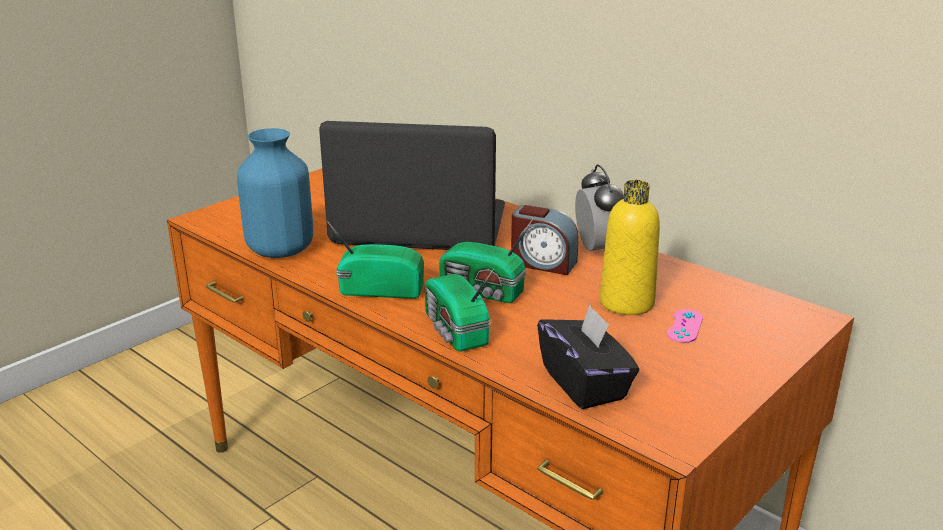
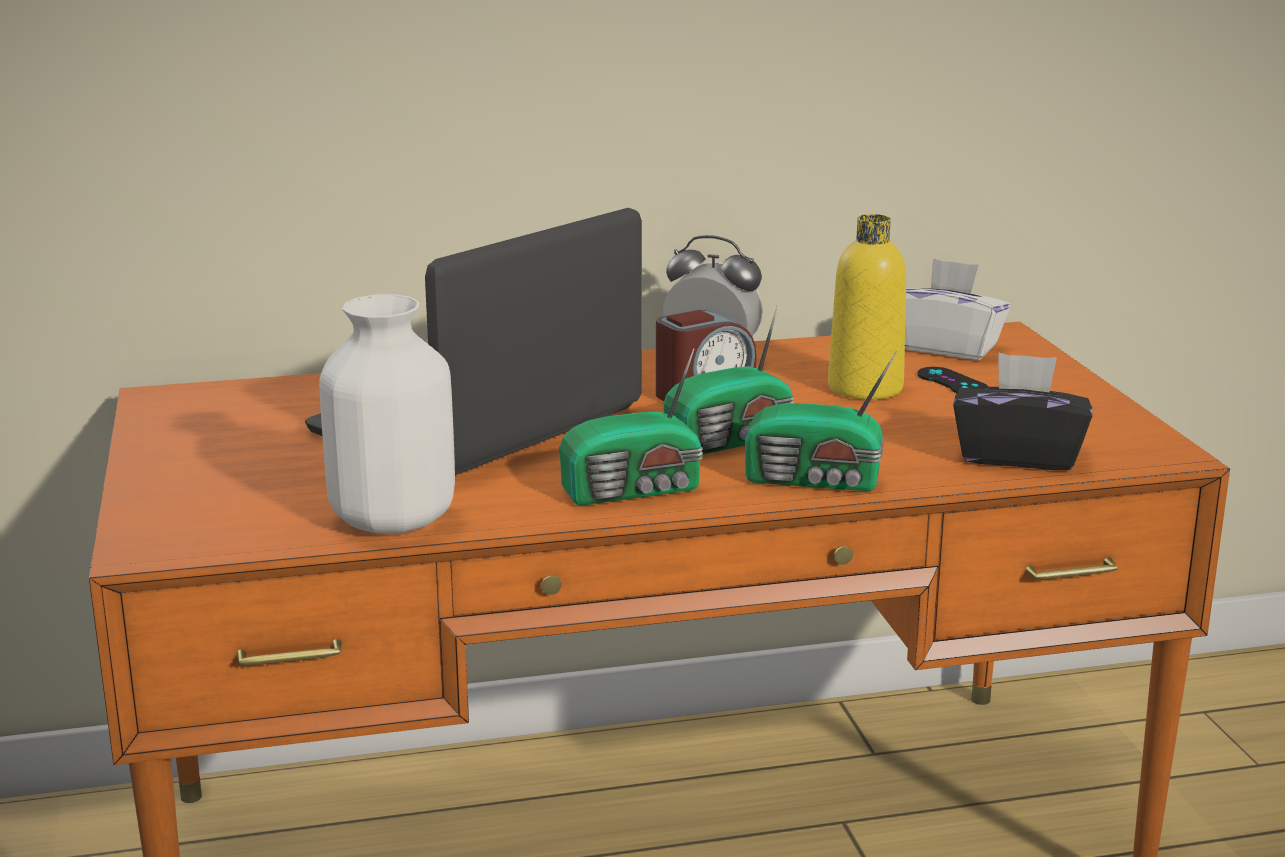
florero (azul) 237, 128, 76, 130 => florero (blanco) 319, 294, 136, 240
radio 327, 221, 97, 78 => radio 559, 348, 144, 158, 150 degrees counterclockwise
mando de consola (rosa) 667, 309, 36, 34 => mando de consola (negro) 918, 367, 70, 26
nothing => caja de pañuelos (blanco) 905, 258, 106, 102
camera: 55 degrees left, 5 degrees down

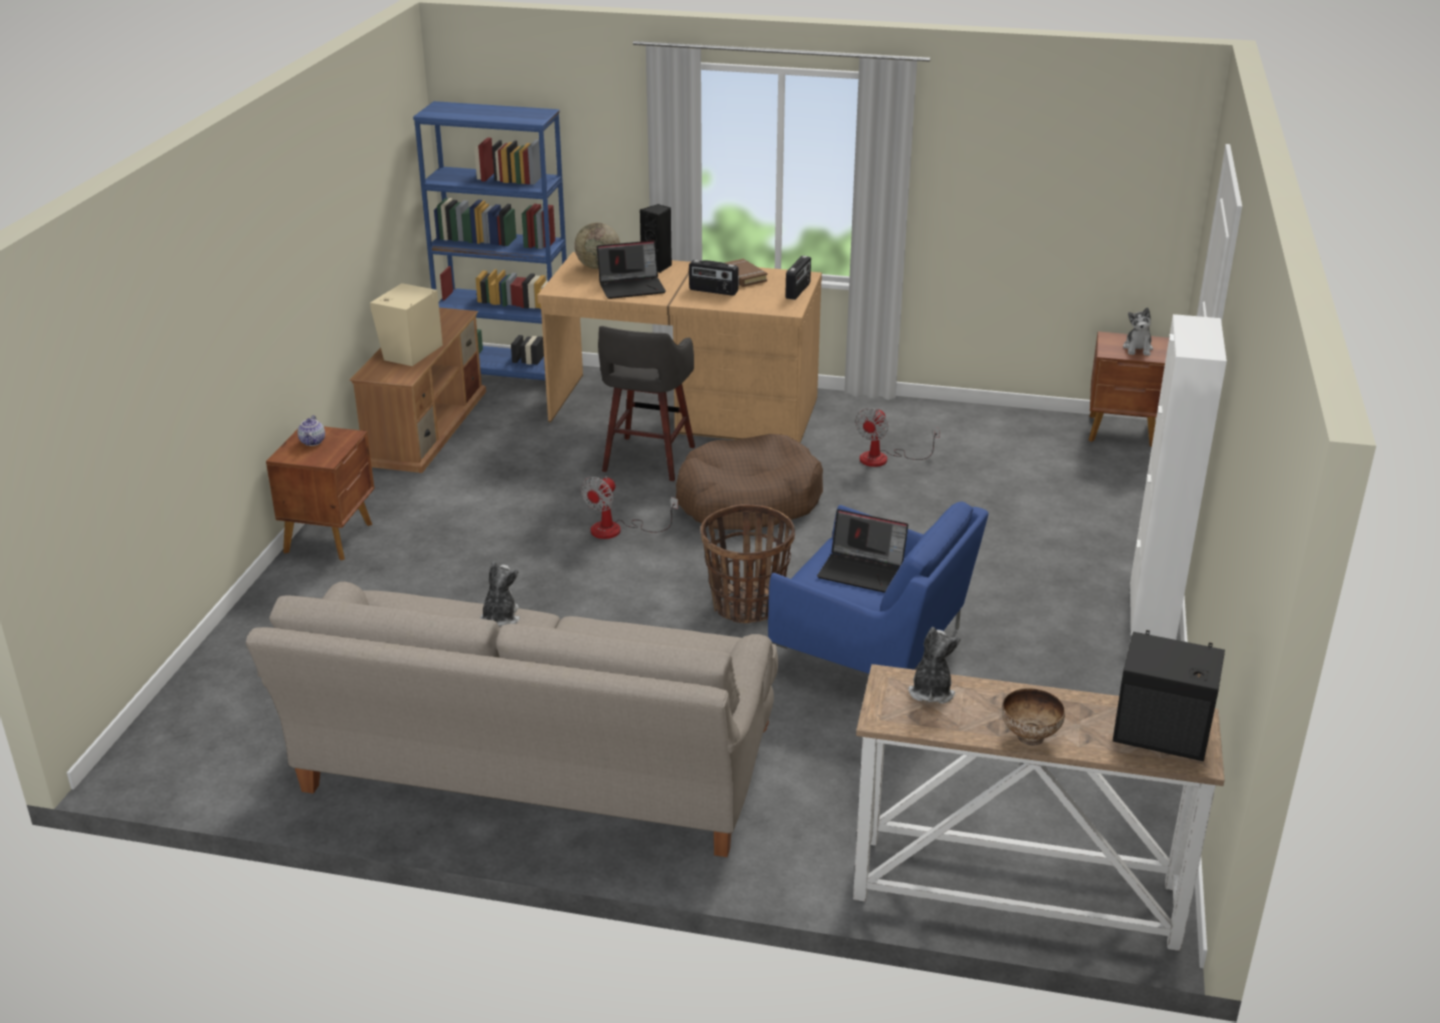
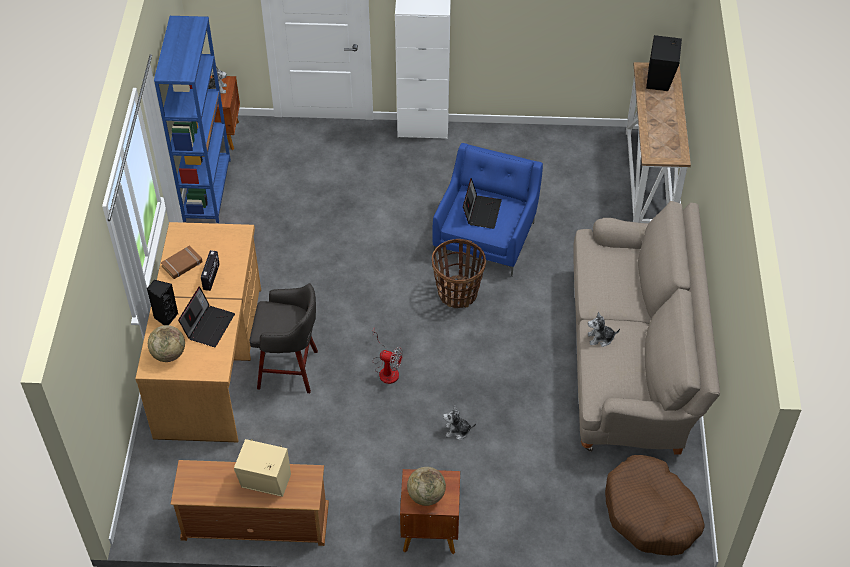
estantería (azul) 413, 101, 154, 280 => estantería (azul) 154, 16, 77, 207, relocated
portátil 597, 240, 69, 59 => portátil 178, 286, 57, 61, 45 degrees clockwise
radio 785, 256, 26, 44 => nothing
ventilador 855, 408, 85, 59 => nothing
tetera 298, 415, 27, 31 => globo terráqueo 407, 467, 39, 39
cama para perro (marrón) 676, 434, 147, 97 => cama para perro (marrón) 605, 455, 99, 101, relocated
peluche 908, 627, 53, 77 => peluche 443, 405, 33, 35, relocated
cuenco 1002, 688, 63, 58 => nothing
camera: 100 degrees left, 20 degrees up

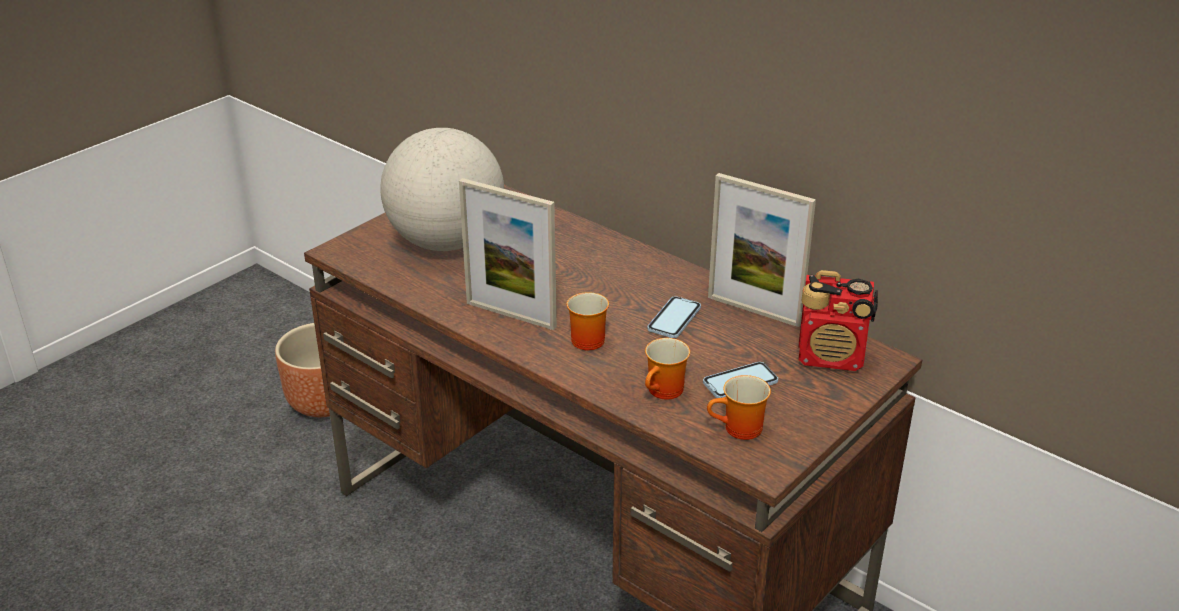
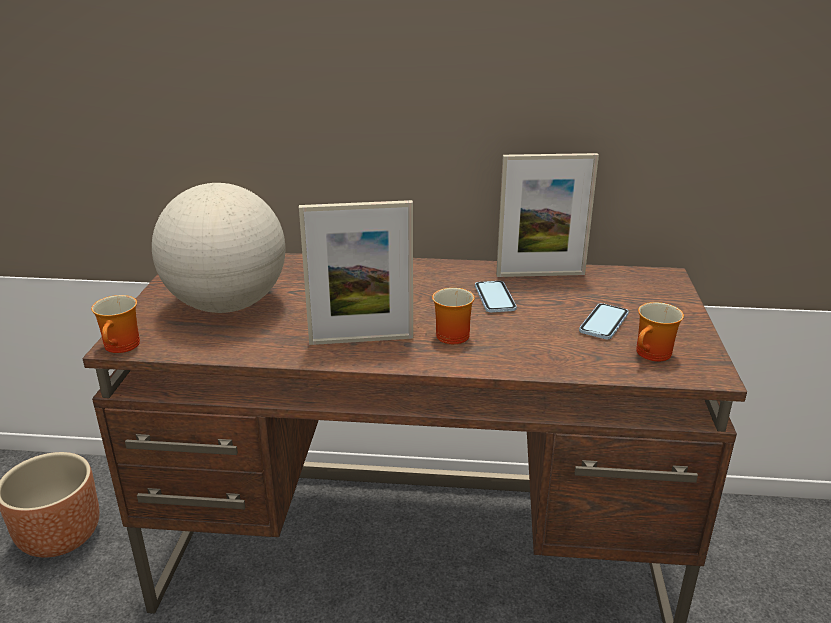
radio 798, 270, 80, 101 => nothing
taza grande 645, 338, 45, 62 => taza grande 91, 295, 49, 58, relocated
camera: 35 degrees left, 5 degrees down

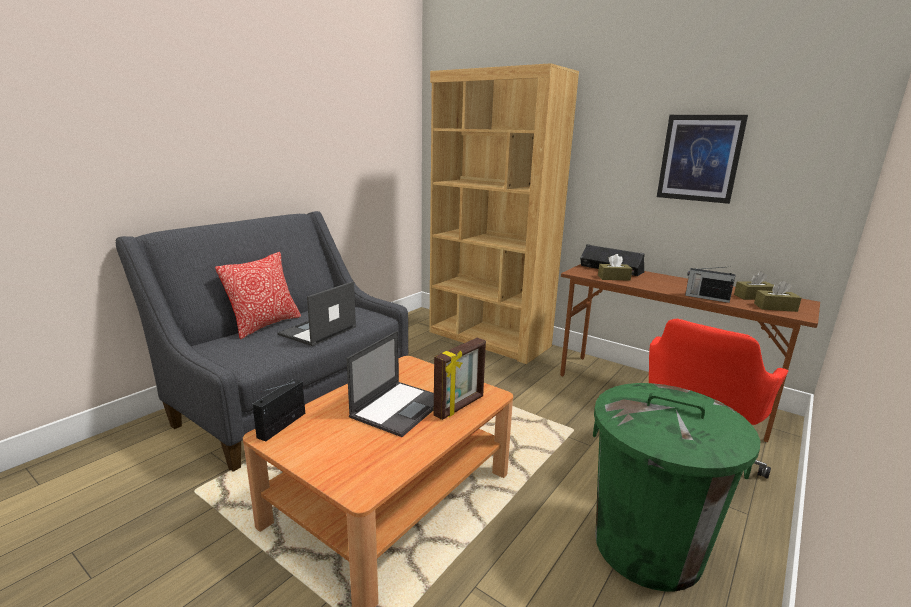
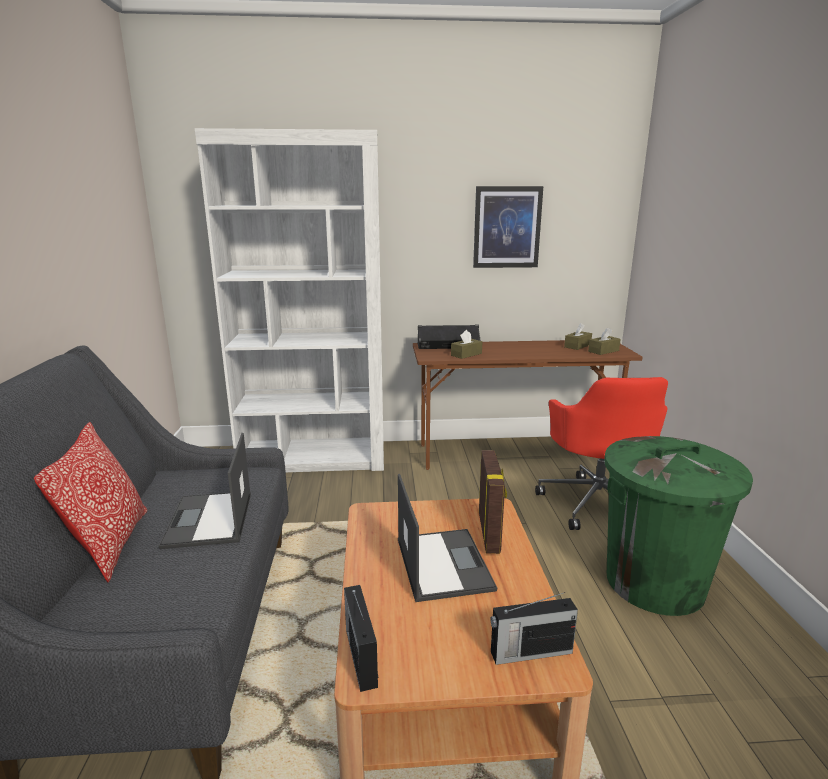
estantería (marrón) 429, 63, 150, 301 => estantería (blanco) 195, 128, 189, 344
radio 685, 267, 51, 36 => radio 490, 592, 88, 73, relocated
camera: 40 degrees left, 0 degrees up

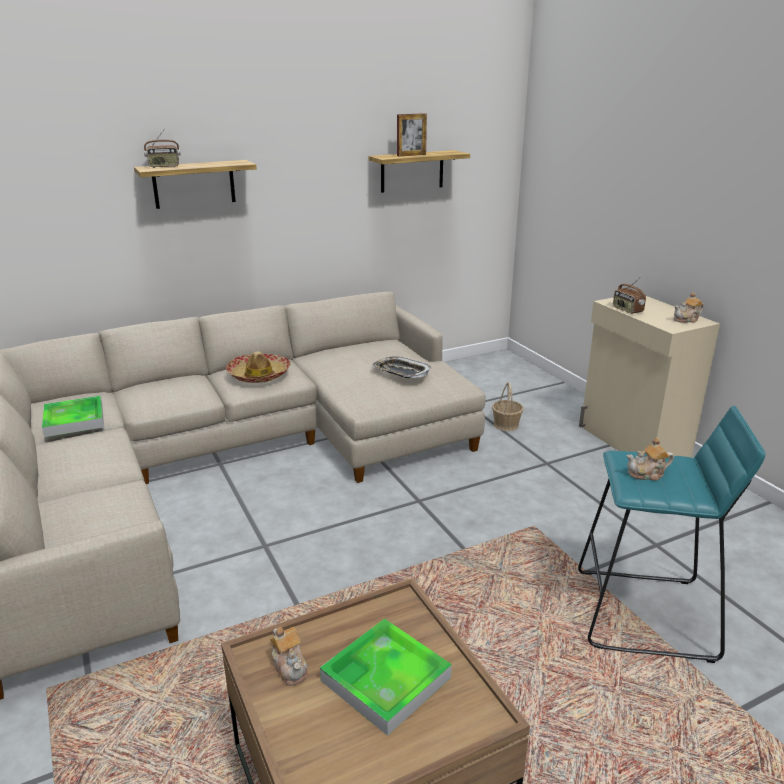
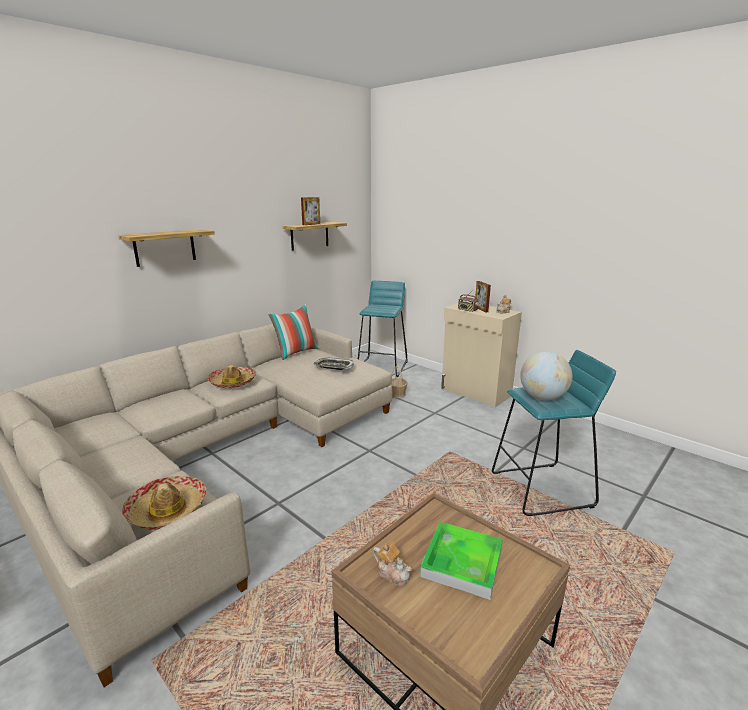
radio 144, 128, 37, 40 => nothing
bandeja 42, 396, 62, 41 => nothing
tetera 627, 438, 47, 43 => globo terráqueo 520, 351, 53, 49
nothing => taburete (turquesa) 358, 281, 50, 96
nothing => portarretratos 475, 281, 16, 31
nothing => cojín 268, 304, 50, 56
nothing => sombrero 122, 476, 84, 54
camera: 20 degrees left, 5 degrees down

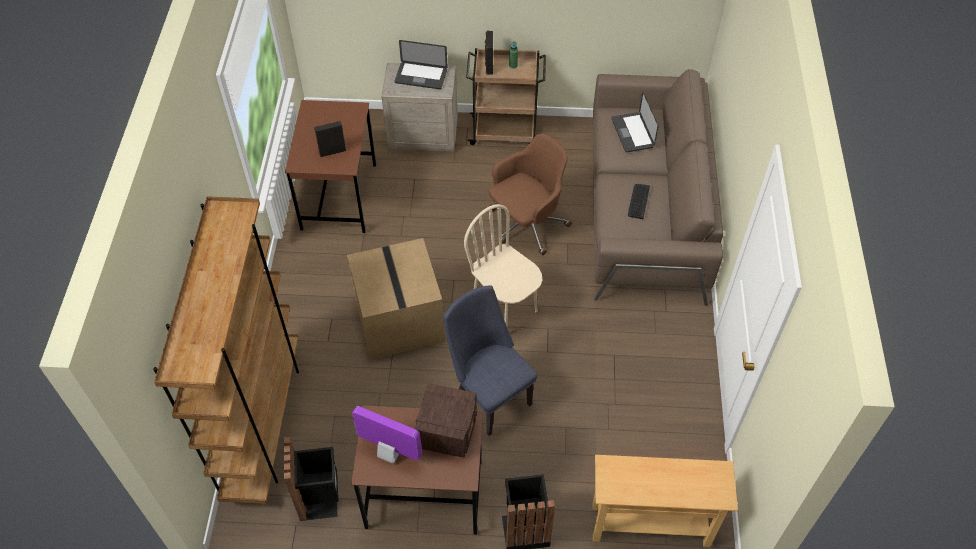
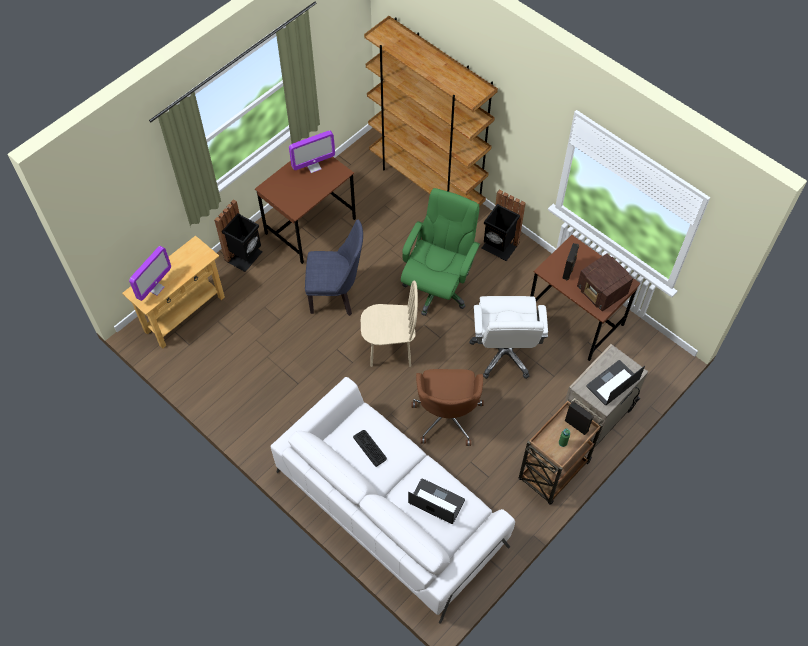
sofá (marrón) 592, 69, 131, 237 => sofá (blanco) 270, 377, 245, 247
caja de cartón 347, 238, 98, 122 => silla de oficina (verde) 401, 188, 79, 128
radio 415, 383, 62, 75 => radio 577, 253, 56, 59, relocated
papelera (negro) 284, 437, 54, 84 => papelera (negro) 481, 190, 45, 71, relocated
nothing => monitor 129, 246, 42, 55
nothing => silla de oficina (blanco) 469, 296, 79, 83
camera: 130 degrees right, 5 degrees up

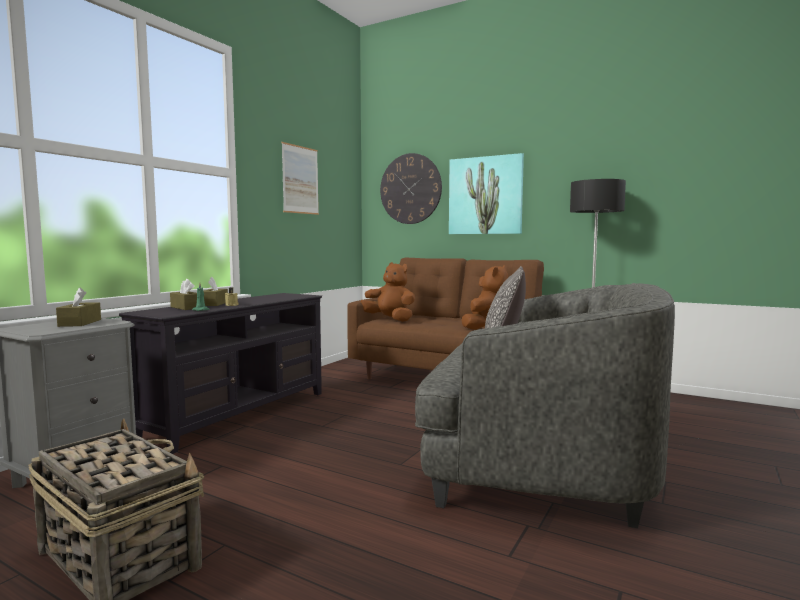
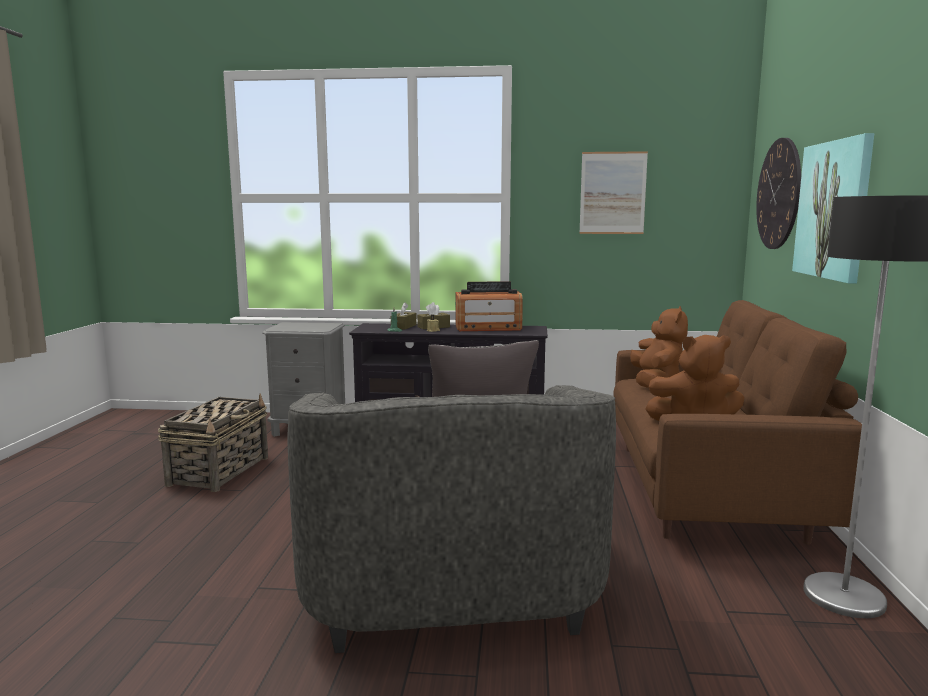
caja de pañuelos (marrón) 56, 287, 45, 40 => nothing
nothing => radio 455, 281, 68, 50
camera: 65 degrees right, 5 degrees up

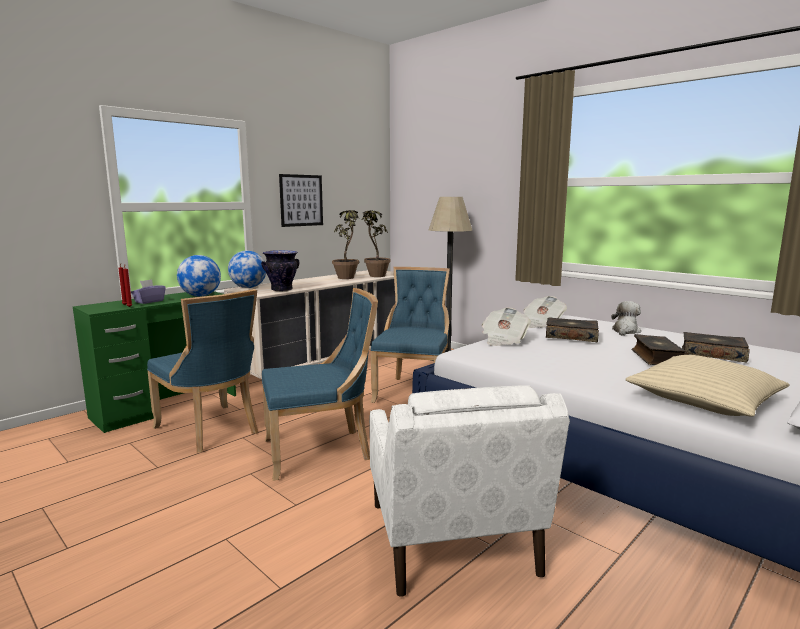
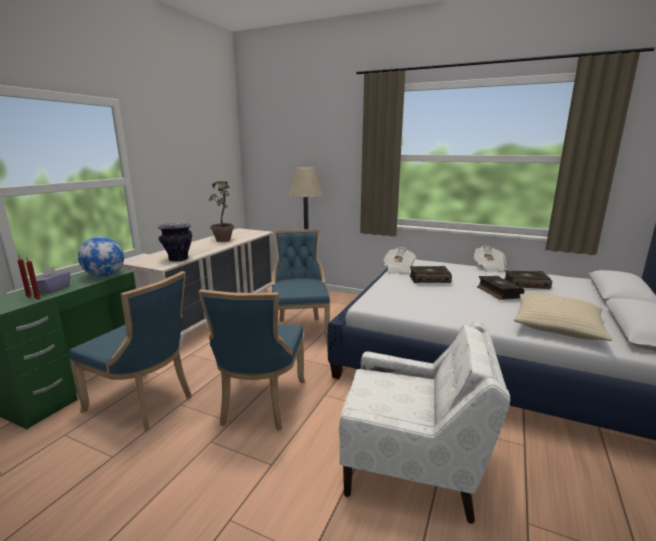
cuadro 279, 174, 44, 53 => nothing
planta en maceta 361, 210, 30, 67 => nothing
globo terráqueo 228, 251, 38, 37 => nothing
silla (azul) 262, 288, 116, 193 => silla (azul) 198, 289, 107, 142, 135 degrees clockwise
peluche 611, 301, 30, 35 => nothing
periódico 482, 307, 49, 39 => periódico 474, 245, 32, 28, relocated
sillón (blanco) 369, 386, 201, 211 => sillón (blanco) 339, 321, 171, 203, 45 degrees counterclockwise
camera: 20 degrees left, 5 degrees up

